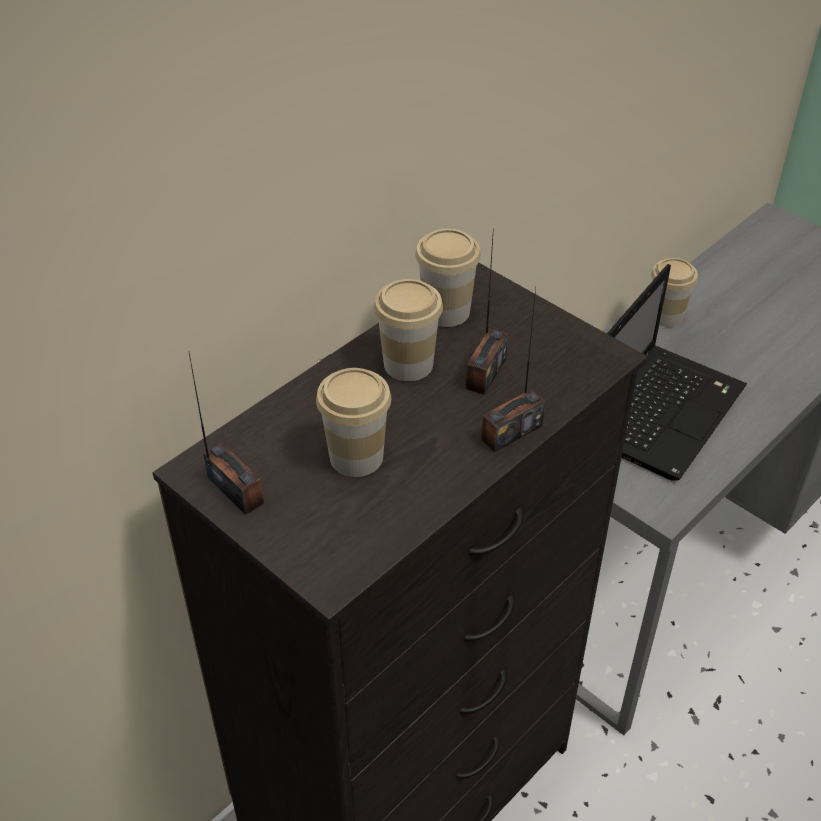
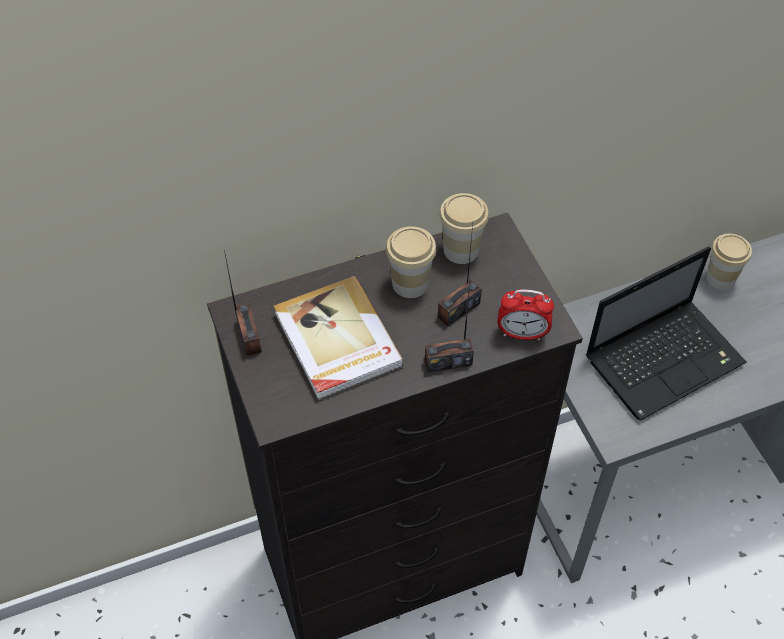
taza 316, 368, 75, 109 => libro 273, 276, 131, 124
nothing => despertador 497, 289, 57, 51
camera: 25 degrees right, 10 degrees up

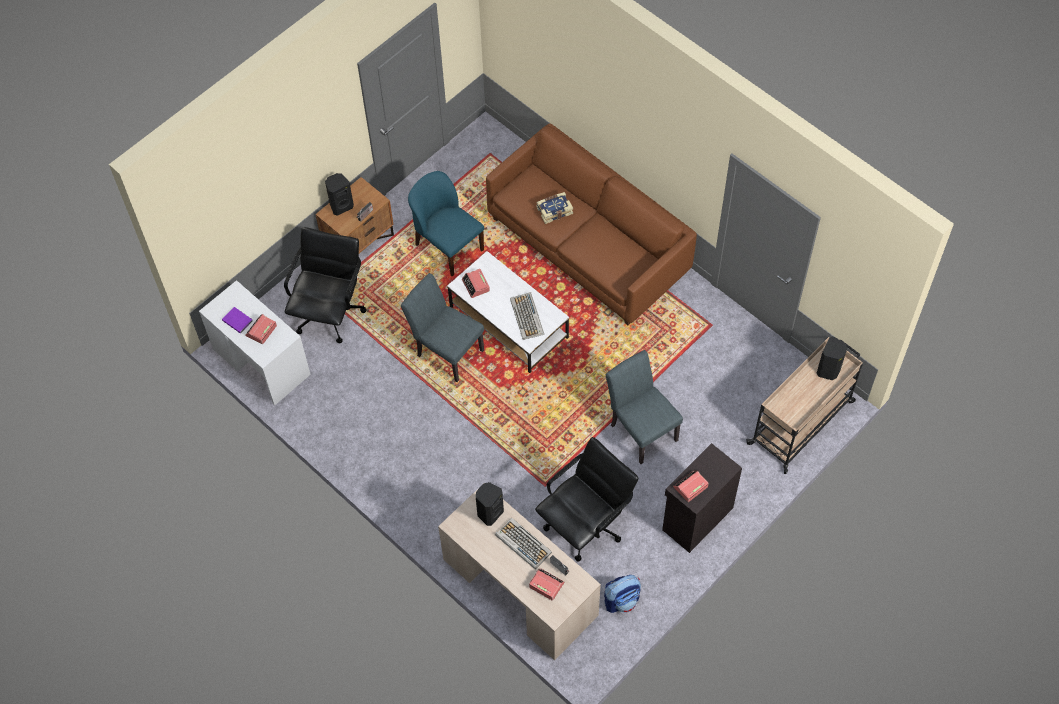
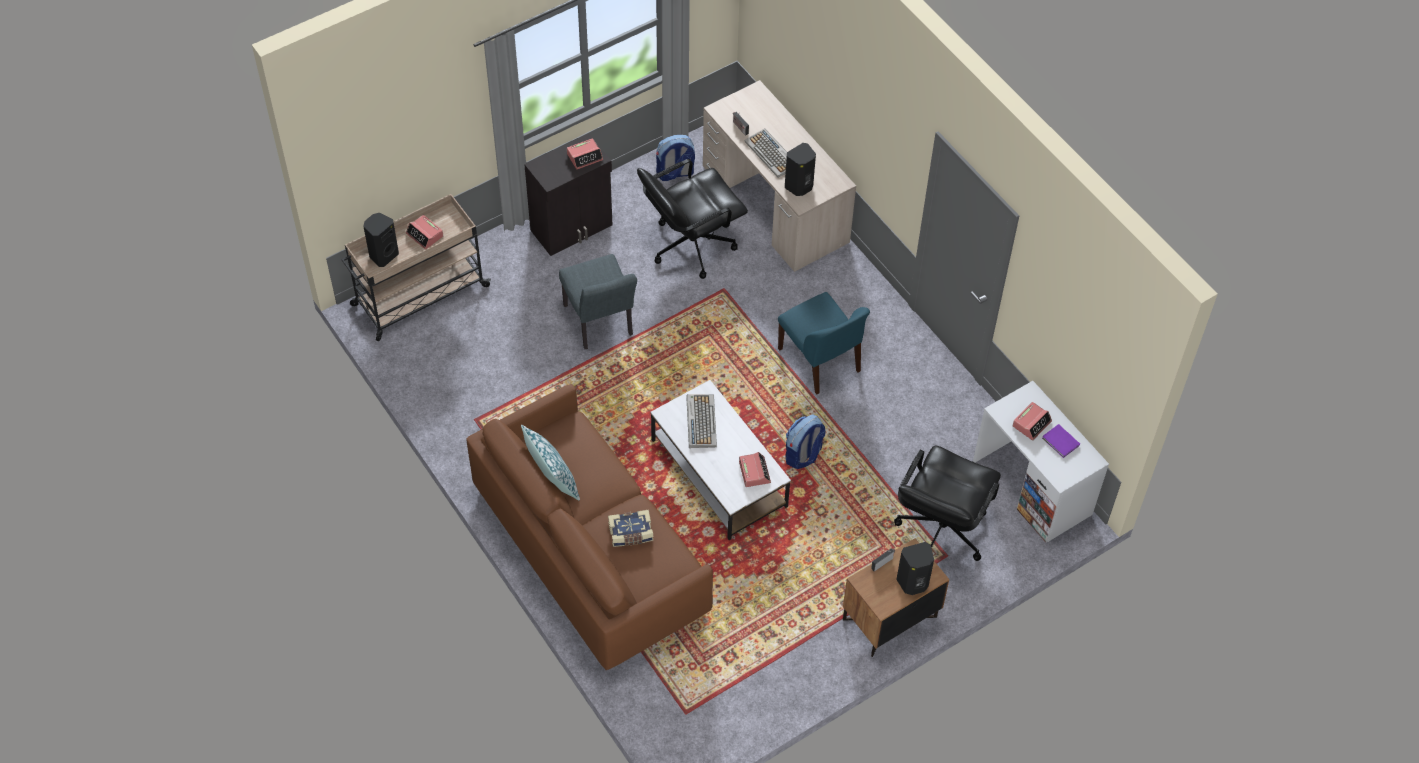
silla (azul) 408, 171, 76, 105 => silla (azul) 778, 292, 92, 102, relocated
silla (gris) 401, 273, 83, 109 => mochila 786, 415, 40, 54
despertador 529, 569, 35, 32 => despertador 406, 215, 37, 34, relocated
nothing => cojín 521, 425, 59, 76
camera: 170 degrees left, 5 degrees down

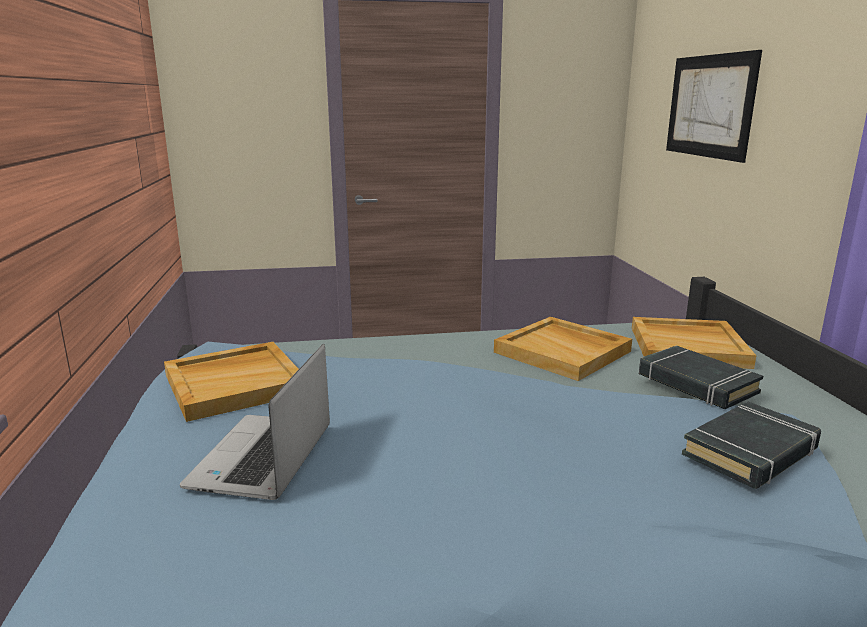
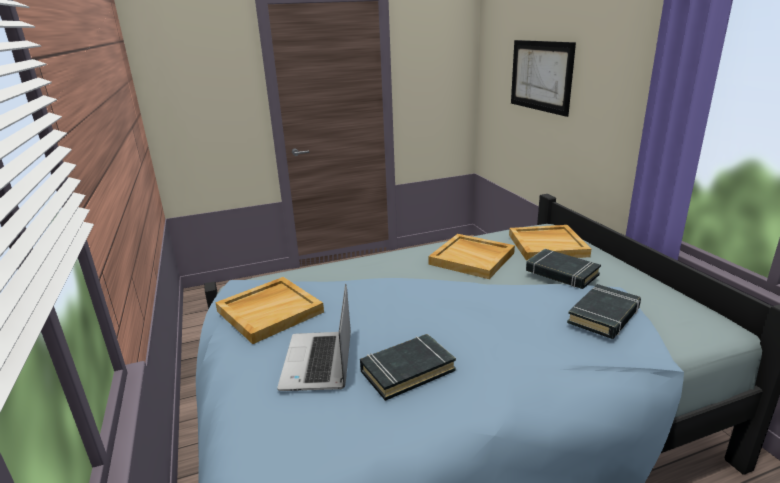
nothing => libro (negro) 360, 334, 96, 67
camera: 10 degrees left, 5 degrees up

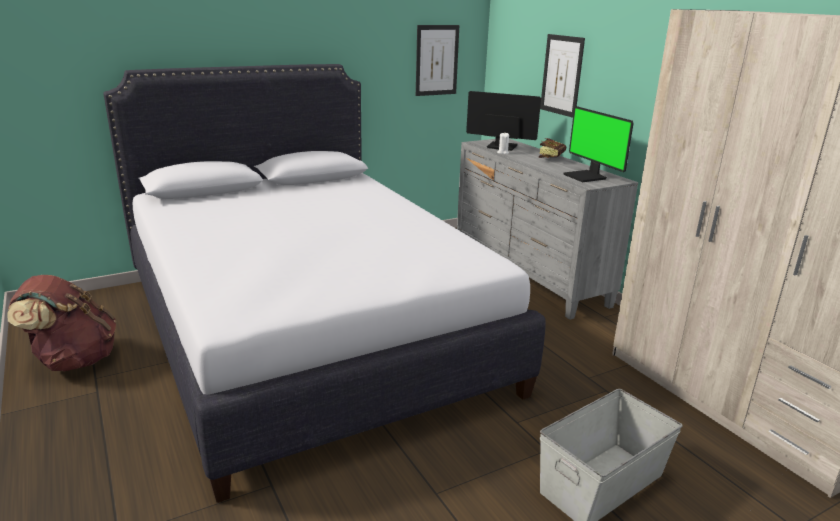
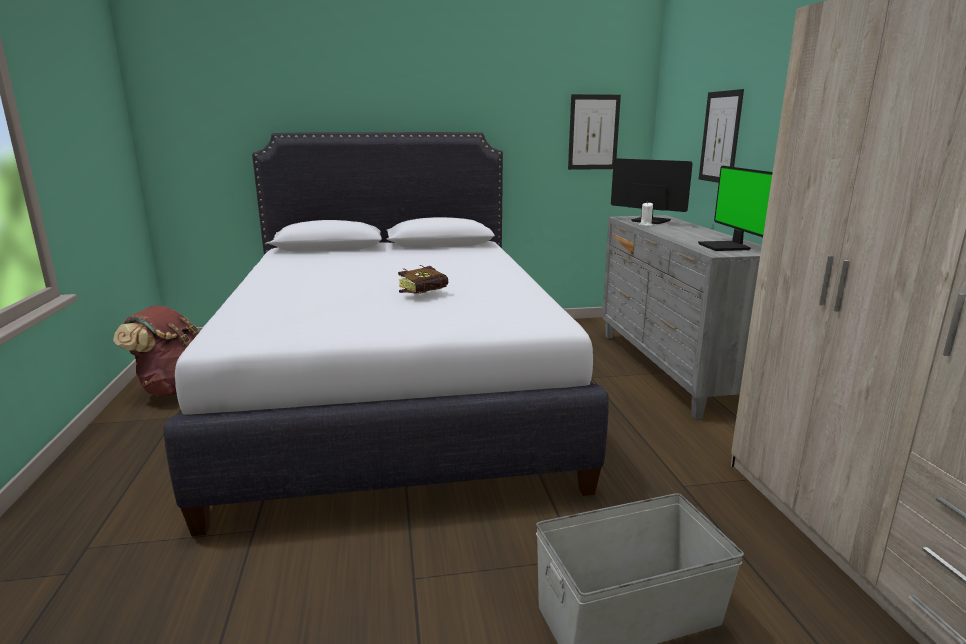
libro 539, 138, 28, 20 => libro 398, 265, 50, 29, relocated
camera: 20 degrees right, 5 degrees down

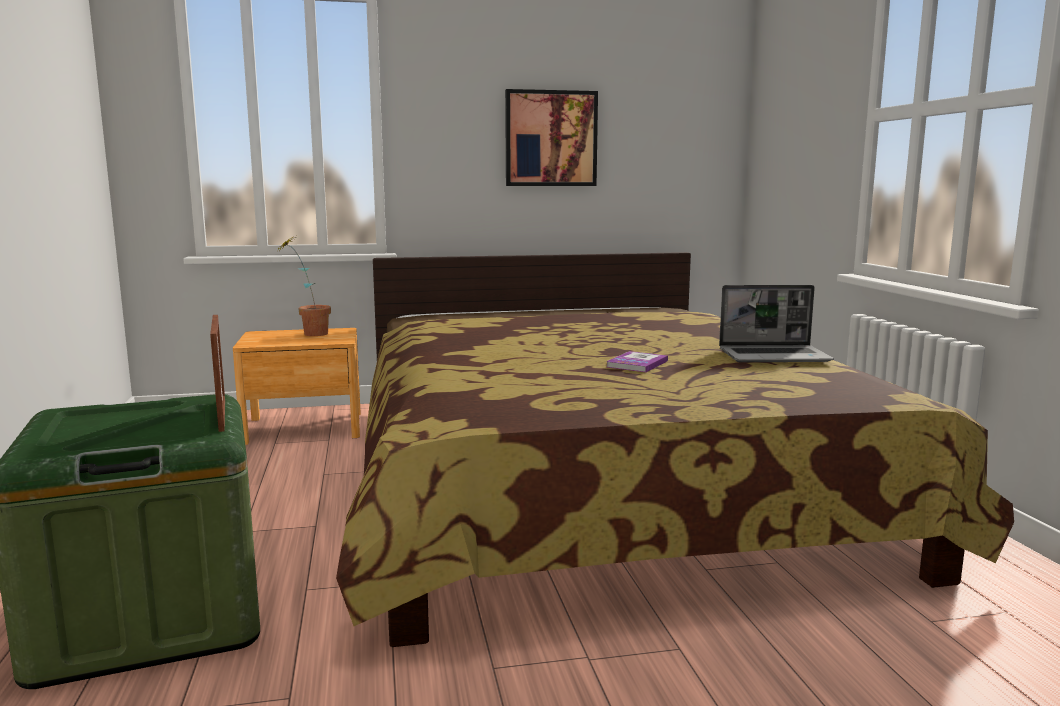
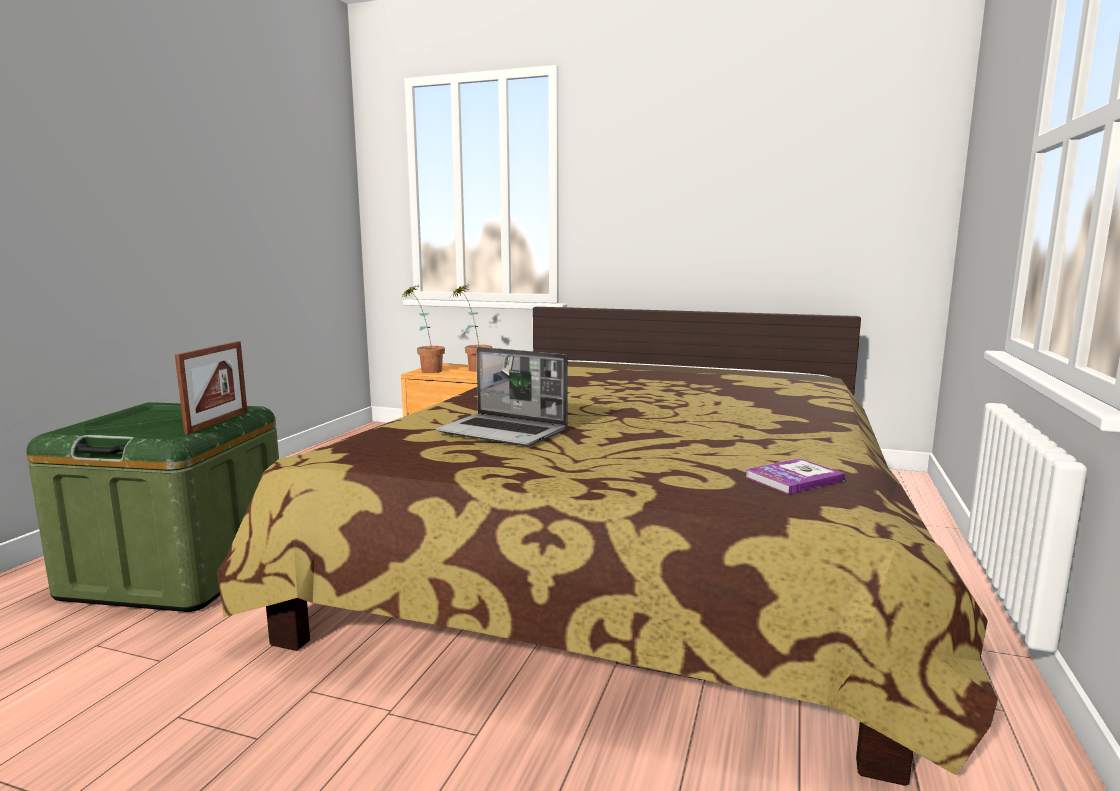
cuadro 505, 89, 93, 97 => nothing
portátil 719, 285, 115, 77 => portátil 436, 347, 132, 99, relocated
libro 606, 351, 62, 21 => libro 745, 458, 100, 37, relocated
nothing => planta en maceta 399, 285, 46, 88
camera: 30 degrees right, 0 degrees up

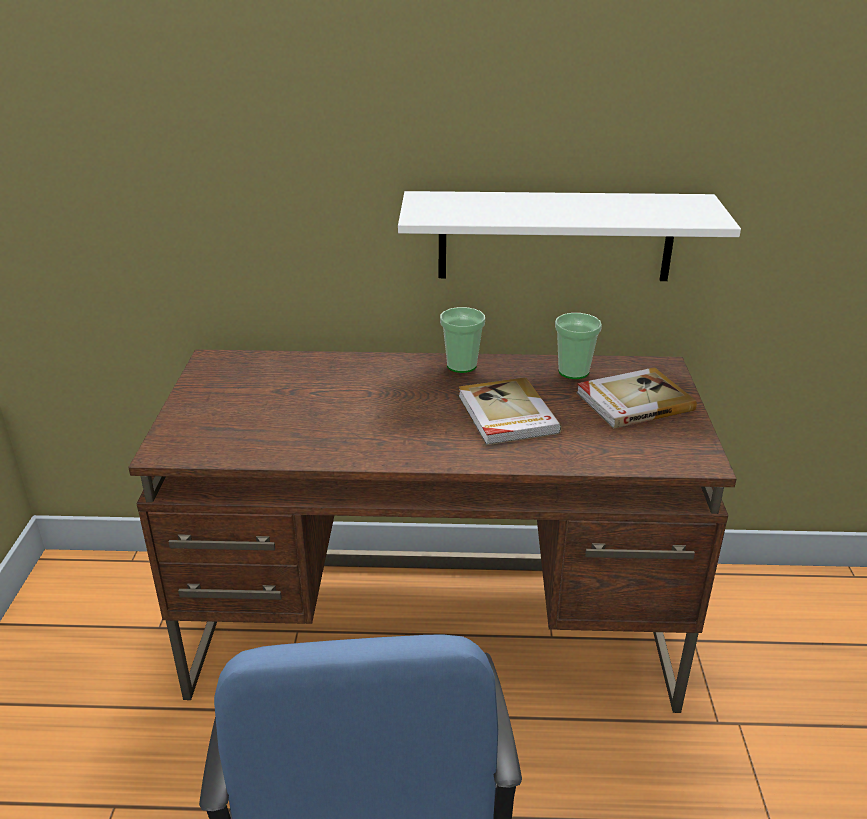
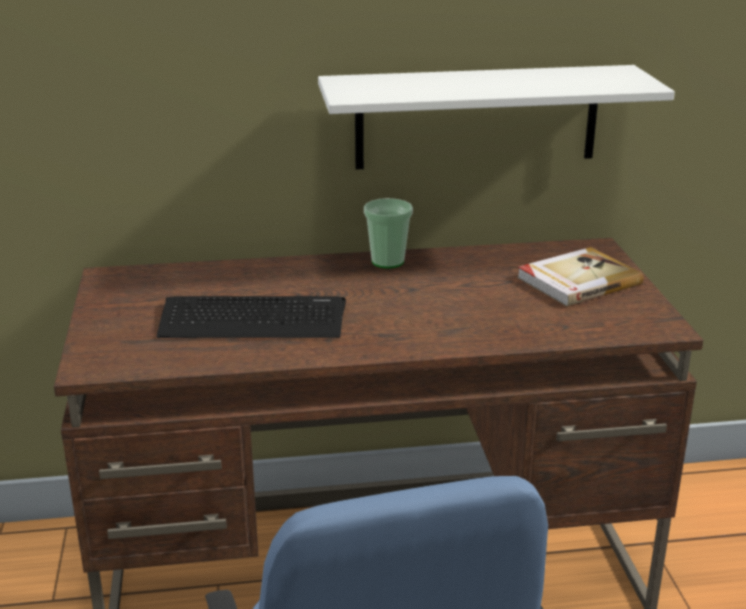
taza 555, 313, 47, 66 => nothing
libro 458, 377, 104, 68 => nothing
nothing => teclado 157, 296, 189, 42
camera: 10 degrees left, 5 degrees down

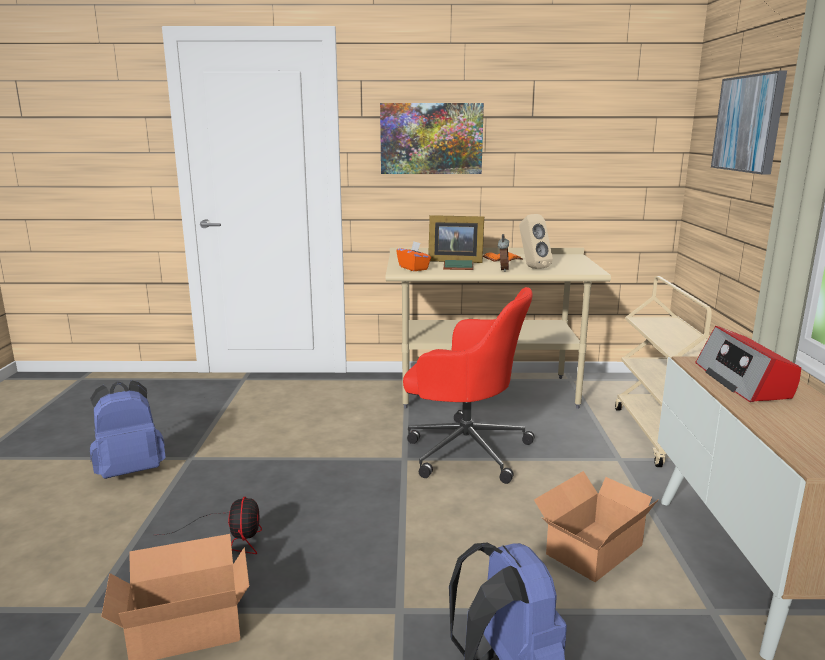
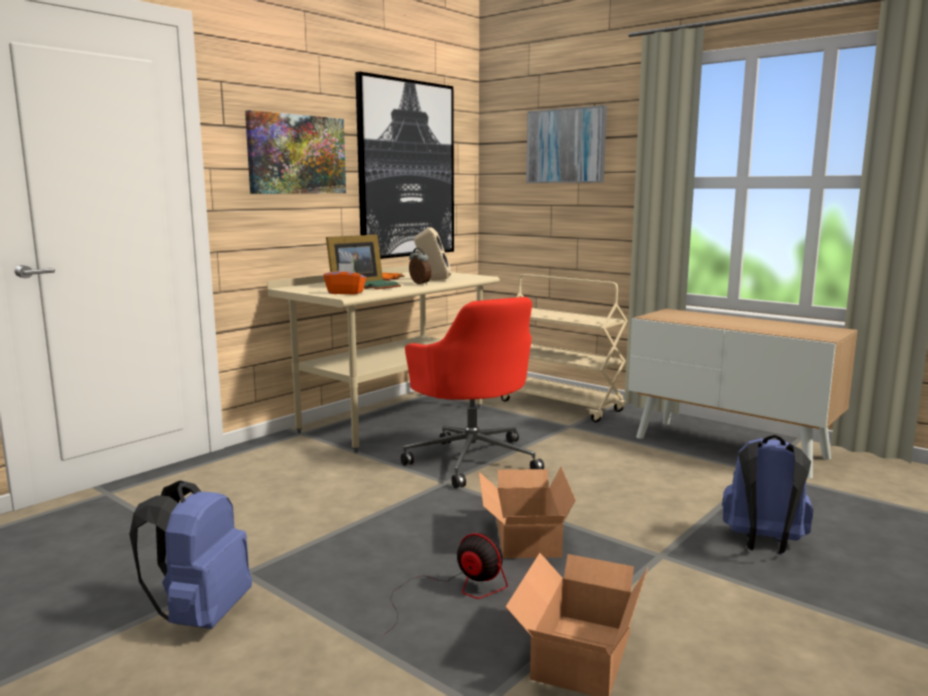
silla de oficina (rojo) 403, 287, 131, 197 => silla de oficina (rojo) 401, 297, 143, 191, 90 degrees clockwise
radio 696, 326, 105, 76 => nothing
caja de cartón 534, 471, 125, 111 => caja de cartón 479, 467, 97, 91, relocated
nothing => cuadro 355, 72, 99, 187
camera: 50 degrees left, 5 degrees down

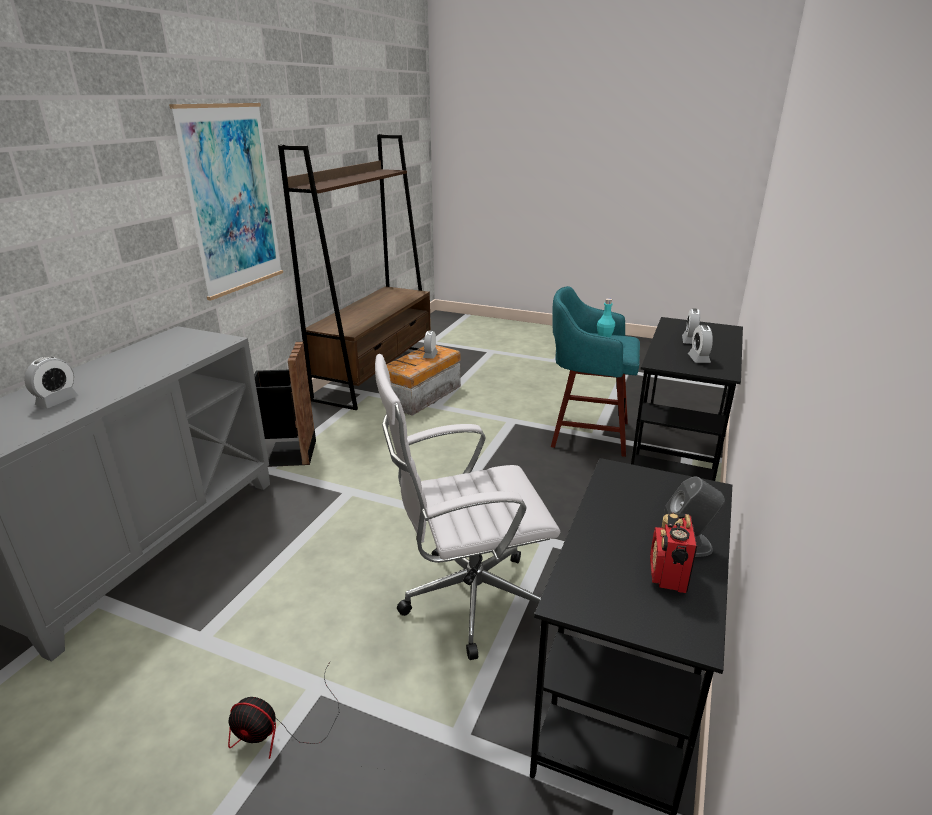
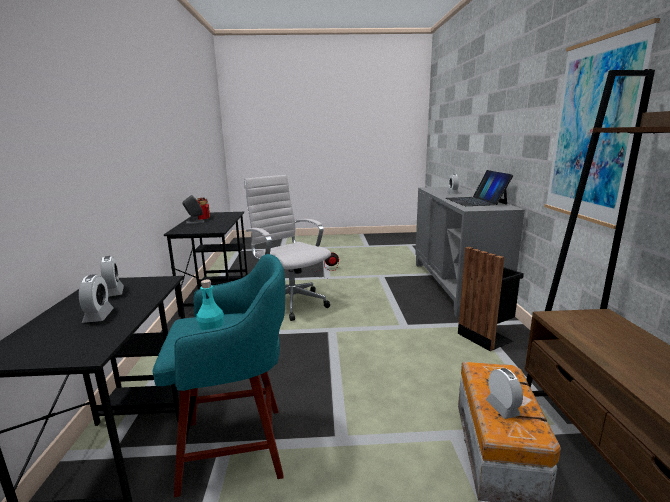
silla de oficina (blanco) 375, 354, 185, 306 => silla de oficina (blanco) 244, 175, 87, 146, 90 degrees counterclockwise
nothing => portátil 446, 170, 67, 36
camera: 155 degrees right, 10 degrees down

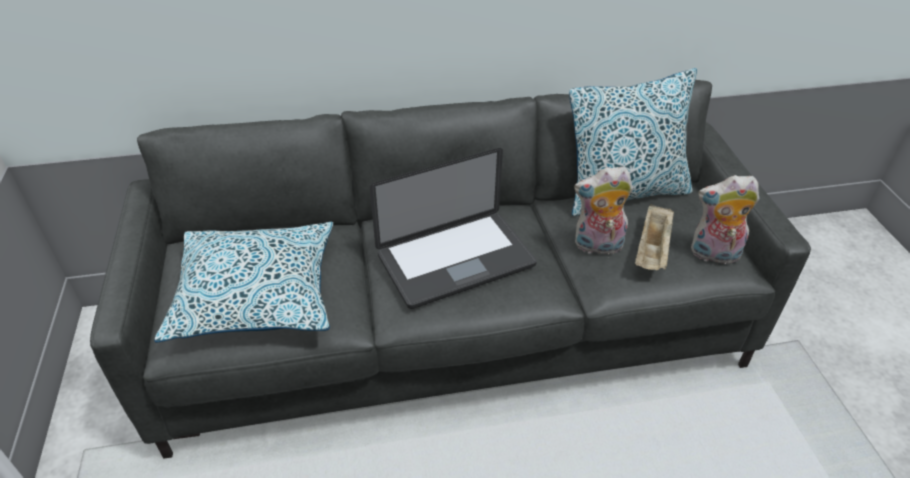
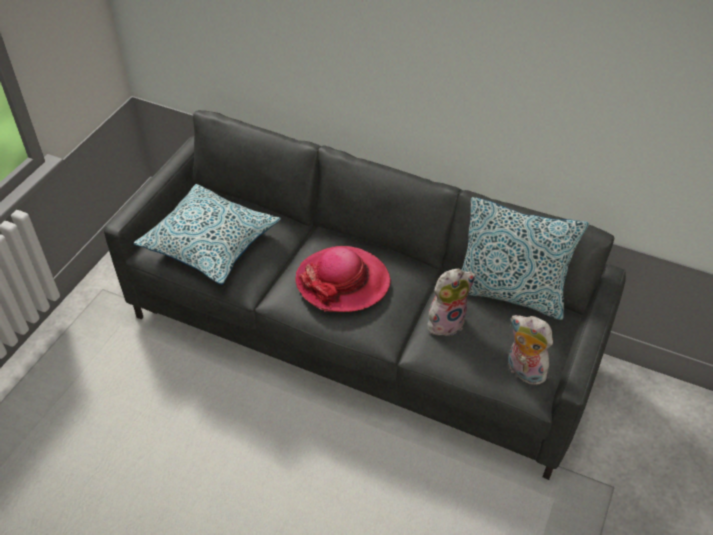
portátil 370, 148, 167, 161 => sombrero 295, 246, 96, 66
peluche 574, 166, 59, 89 => peluche 427, 269, 49, 67, 120 degrees clockwise
bandeja (beis) 635, 204, 39, 66 => nothing
camera: 35 degrees right, 5 degrees up

